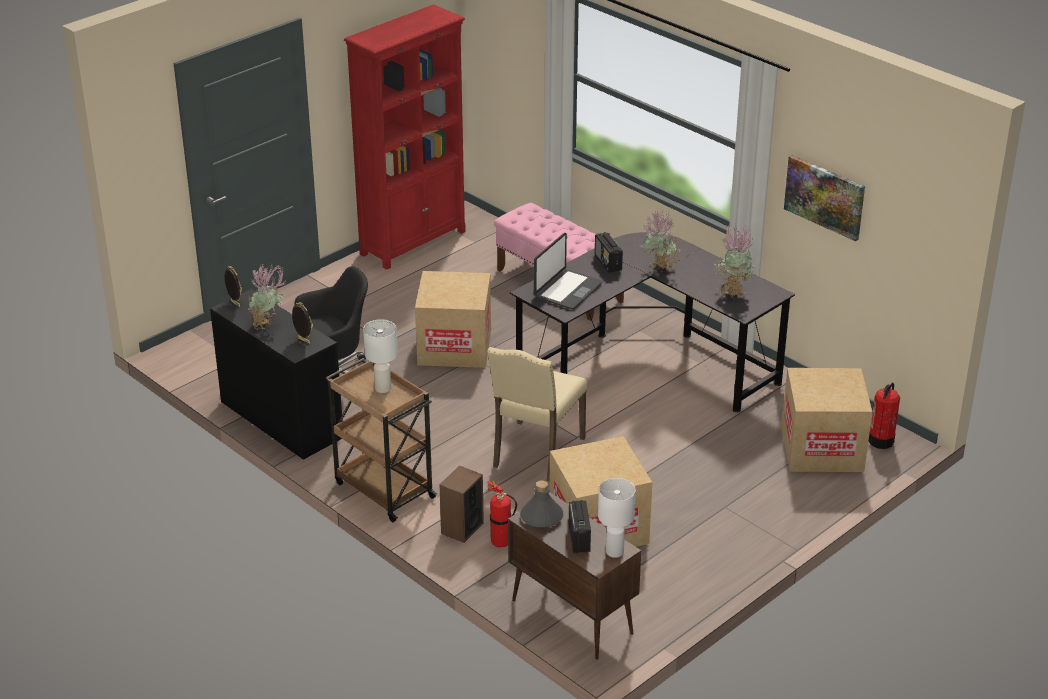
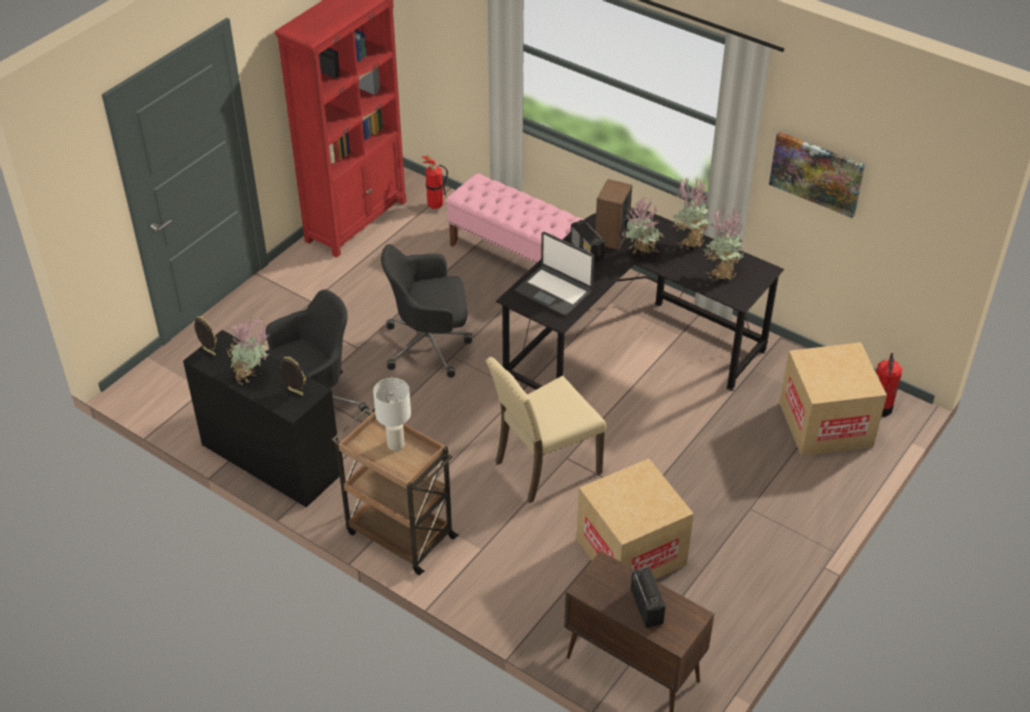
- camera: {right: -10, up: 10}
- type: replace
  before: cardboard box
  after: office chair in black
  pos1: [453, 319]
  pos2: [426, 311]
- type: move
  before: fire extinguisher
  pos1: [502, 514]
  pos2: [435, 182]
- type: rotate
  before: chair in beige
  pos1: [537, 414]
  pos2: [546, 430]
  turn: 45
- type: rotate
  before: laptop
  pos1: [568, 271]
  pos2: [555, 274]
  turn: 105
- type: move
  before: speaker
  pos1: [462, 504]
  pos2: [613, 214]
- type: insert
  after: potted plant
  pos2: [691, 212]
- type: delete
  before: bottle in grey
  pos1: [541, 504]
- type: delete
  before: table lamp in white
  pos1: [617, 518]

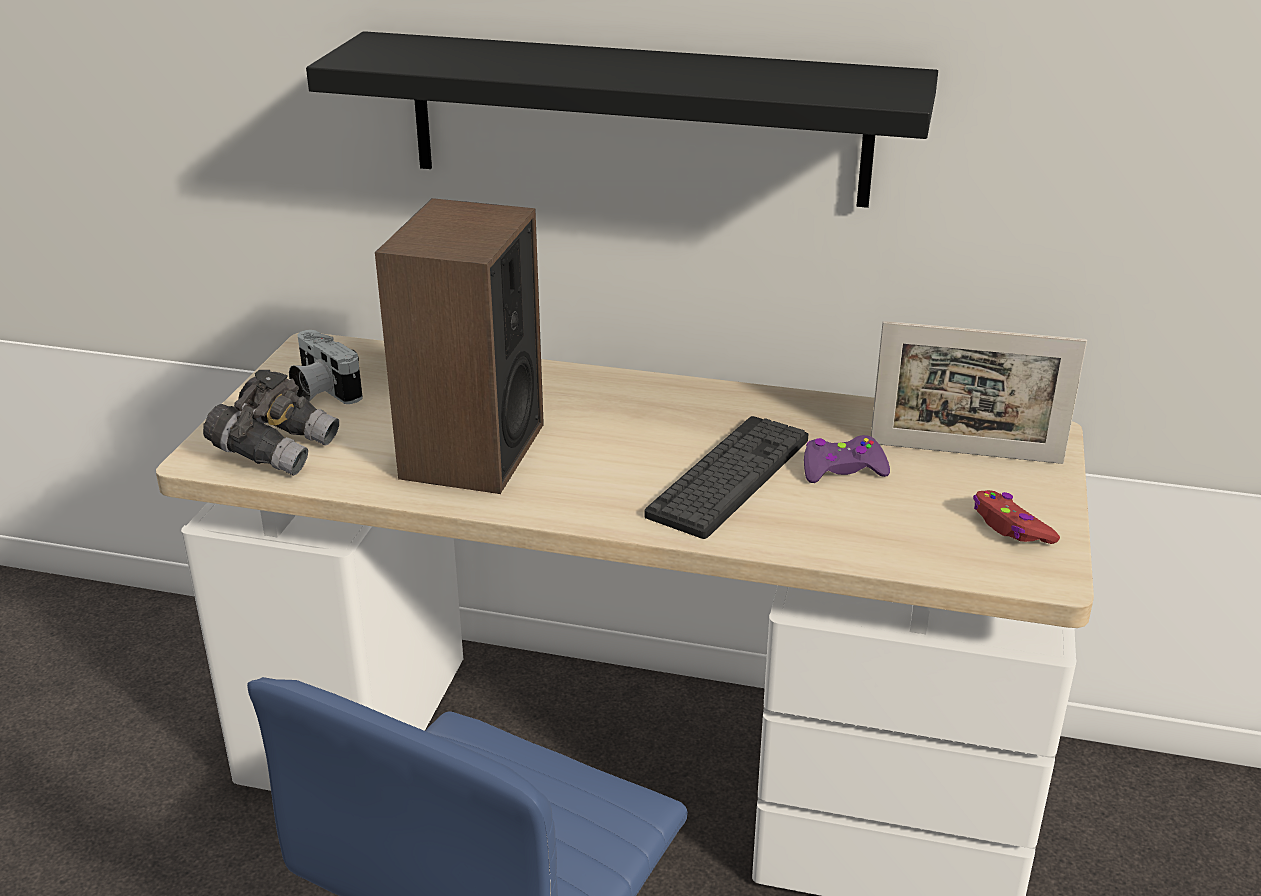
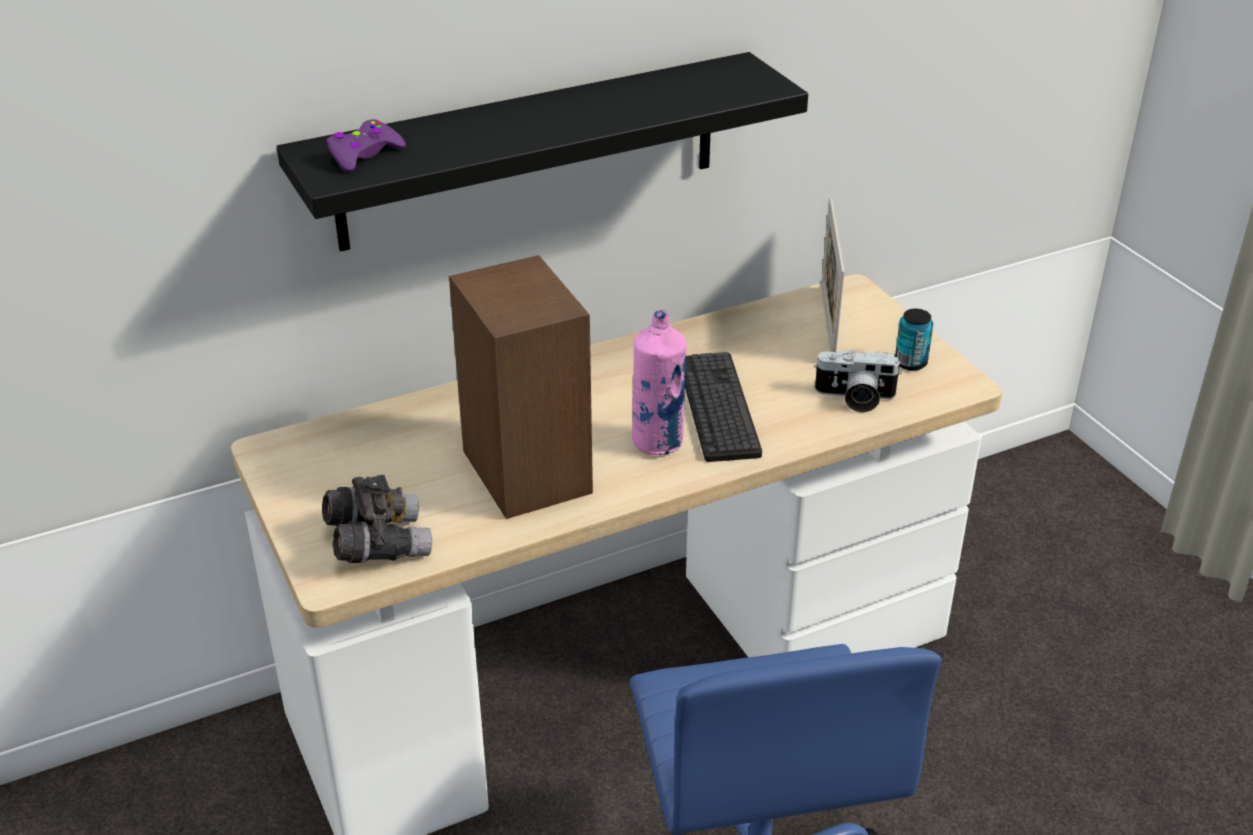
- camera: {right: -40, up: 5}
- type: move
  before: game controller in purple
  pos1: [847, 459]
  pos2: [366, 145]
- type: insert
  after: bottle in pink
  pos2: [659, 382]
- type: move
  before: photo camera
  pos1: [326, 367]
  pos2: [858, 381]
- type: rotate
  before: picture frame
  pos1: [979, 392]
  pos2: [833, 275]
  turn: 120
- type: replace
  before: game controller in red
  after: can
  pos1: [1016, 517]
  pos2: [914, 340]

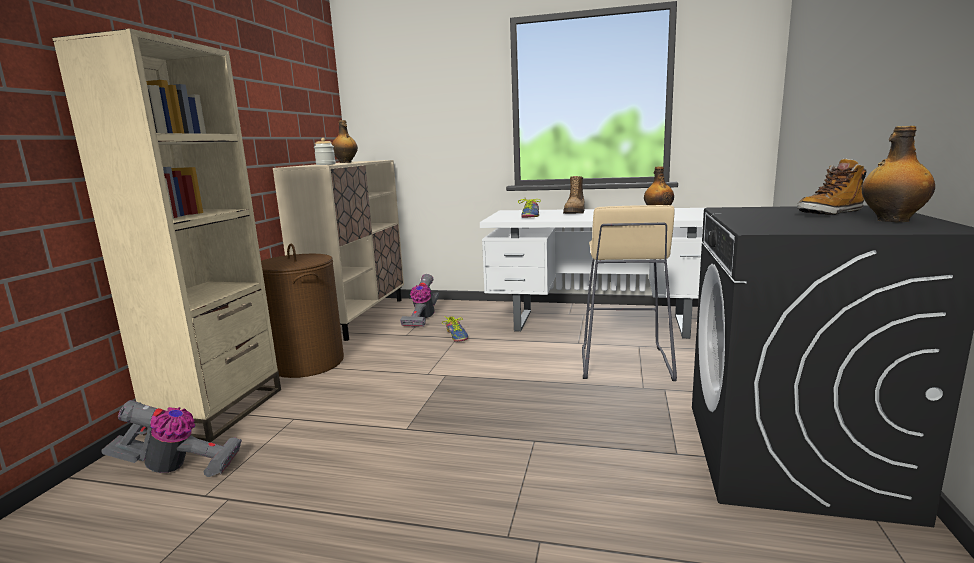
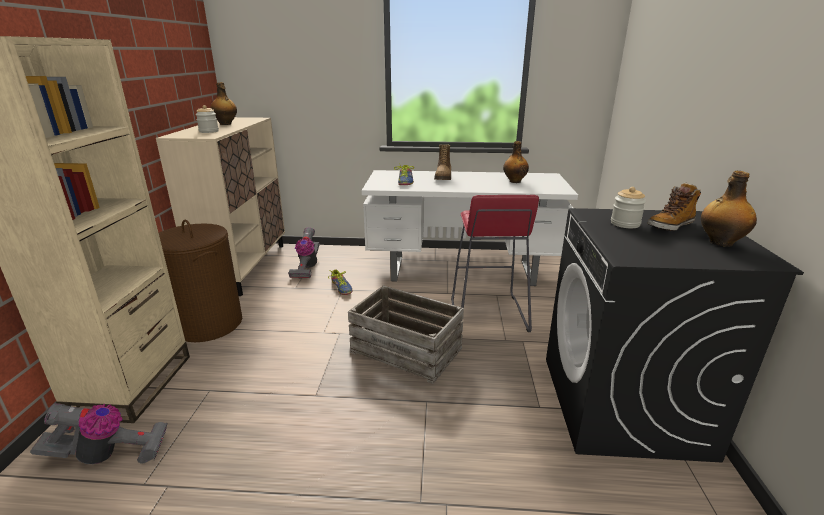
- camera: {right: -10, up: 10}
- type: insert
  after: crate
  pos2: [406, 334]
- type: recolor
  before: stool in beige
  after: stool in red
  pos1: [629, 293]
  pos2: [495, 263]
- type: insert
  after: jar
  pos2: [628, 207]

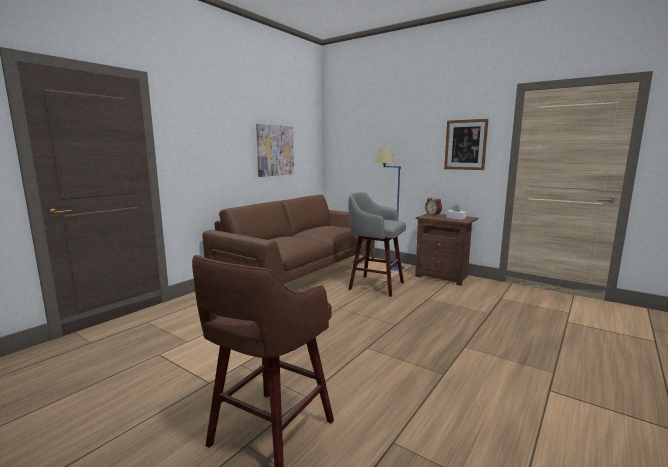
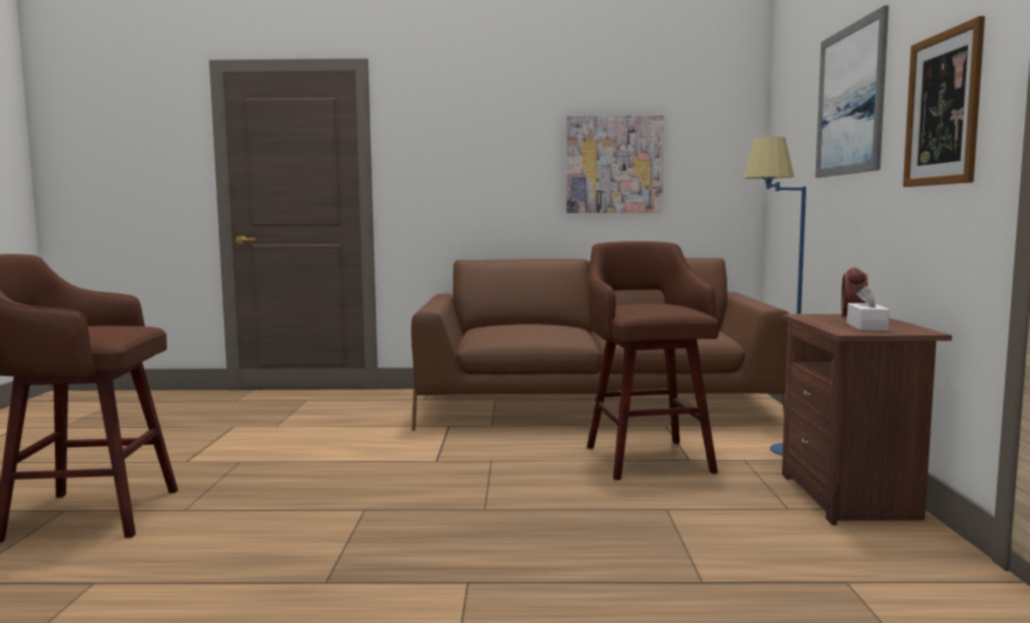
- camera: {right: 55, up: -5}
- type: recolor
  before: stool in grey
  after: stool in brown
  pos1: [377, 244]
  pos2: [653, 360]
- type: insert
  after: picture
  pos2: [852, 91]

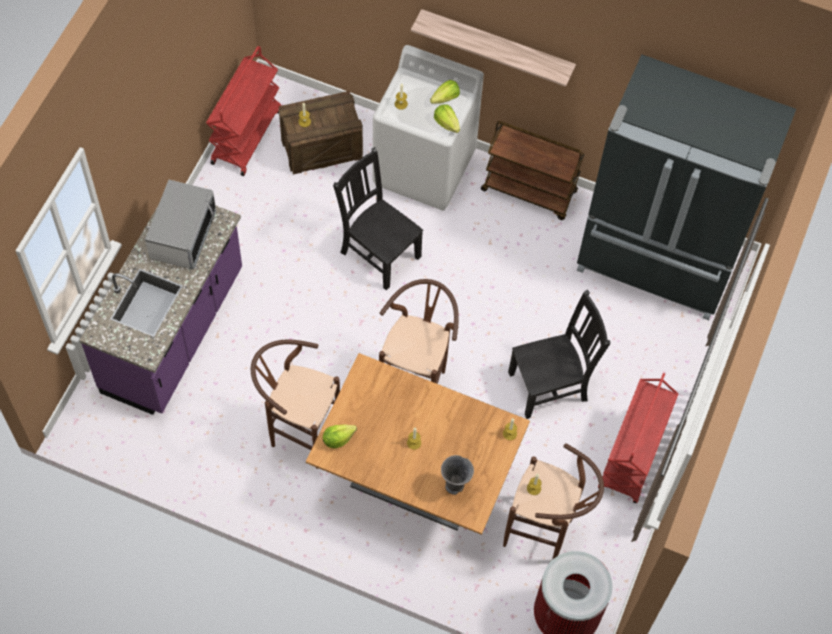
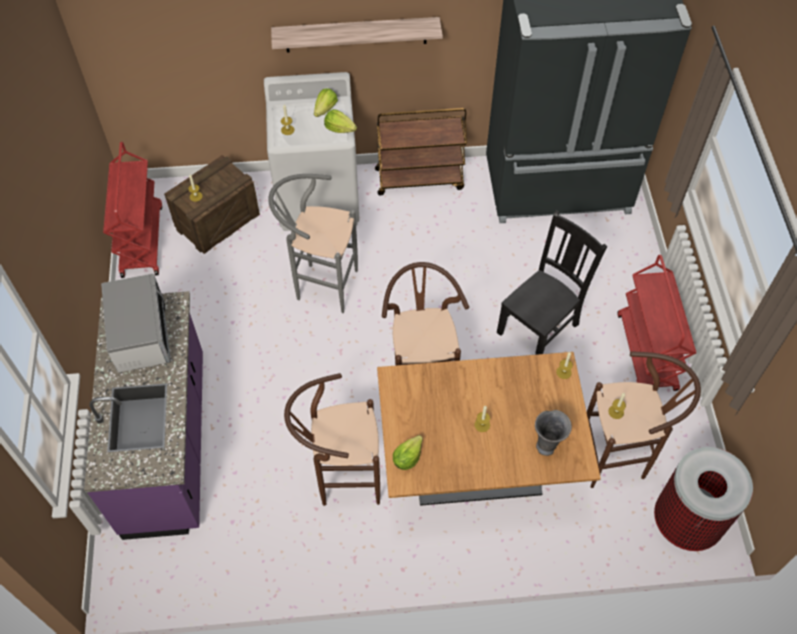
- camera: {right: -25, up: -5}
- type: replace
  before: chair in black
  after: stool in grey
  pos1: [378, 218]
  pos2: [313, 243]

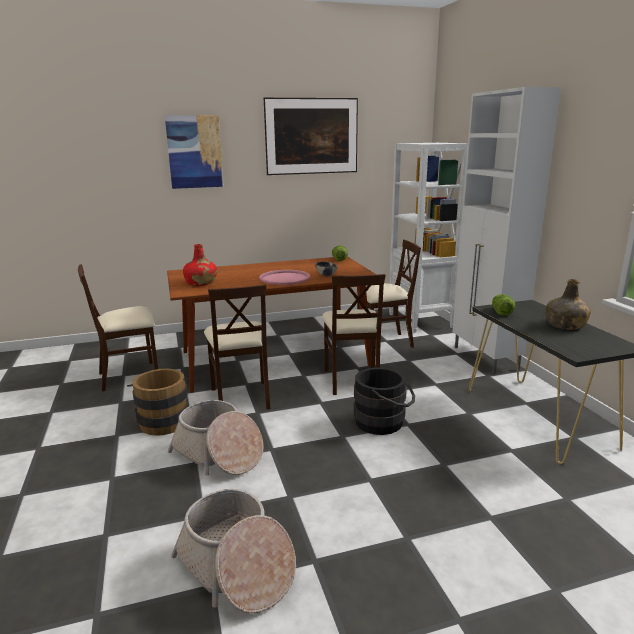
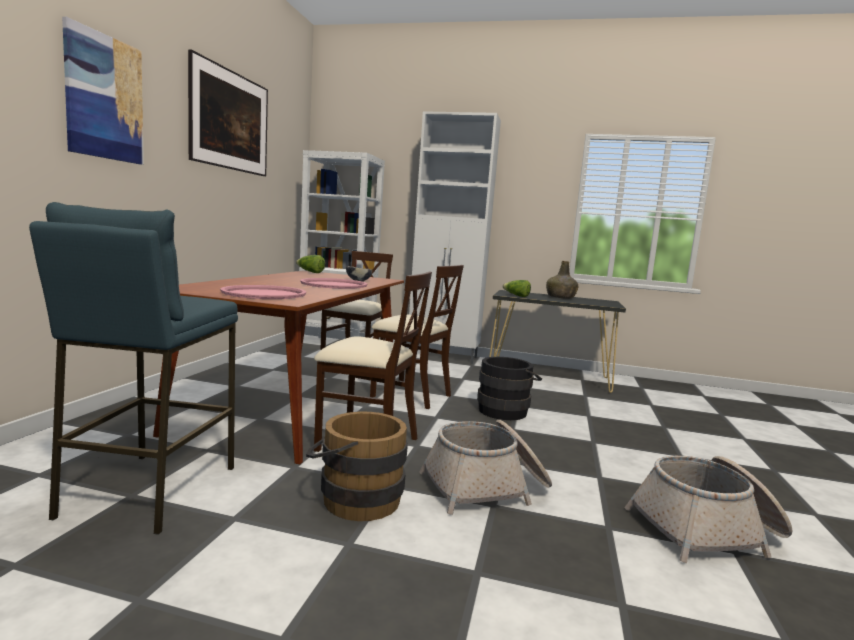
- camera: {right: -60, up: -10}
- type: replace
  before: chair in beige
  after: stool in blue
  pos1: [118, 327]
  pos2: [133, 368]
- type: replace
  before: bottle in red
  after: tray in pink
  pos1: [200, 265]
  pos2: [263, 292]

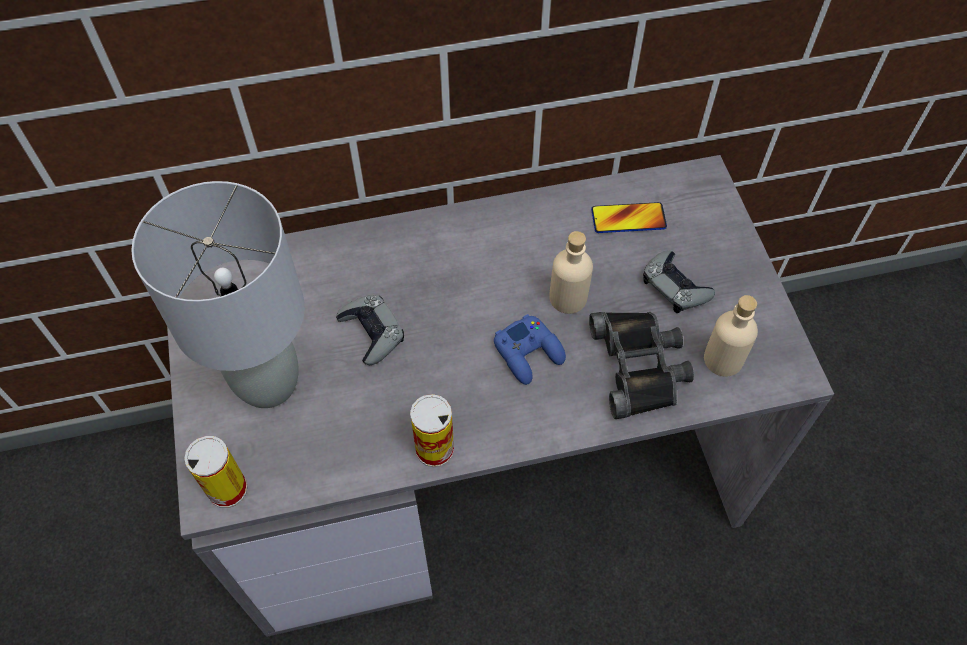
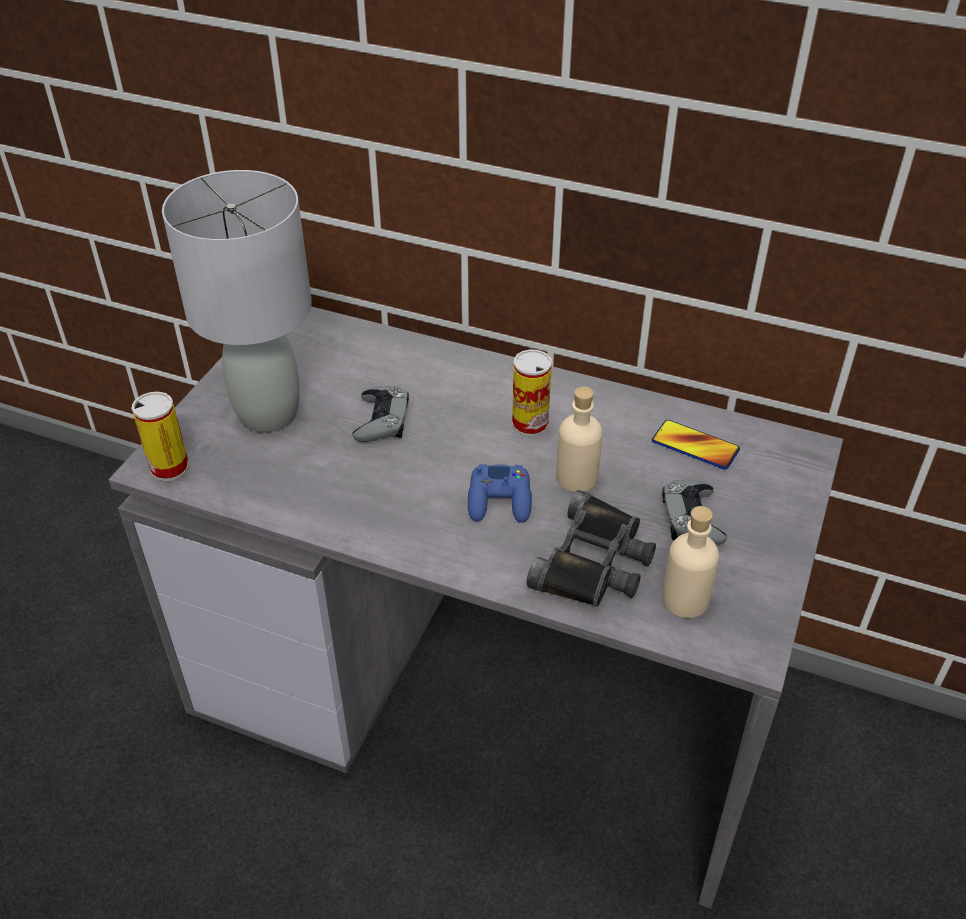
- camera: {right: 35, up: -15}
- type: move
  before: can
  pos1: [432, 430]
  pos2: [532, 392]

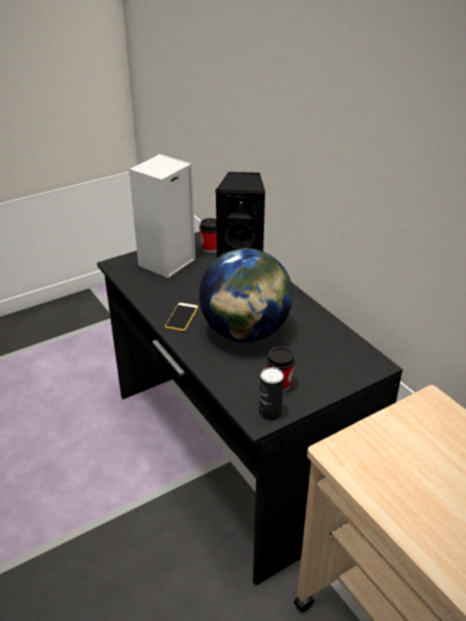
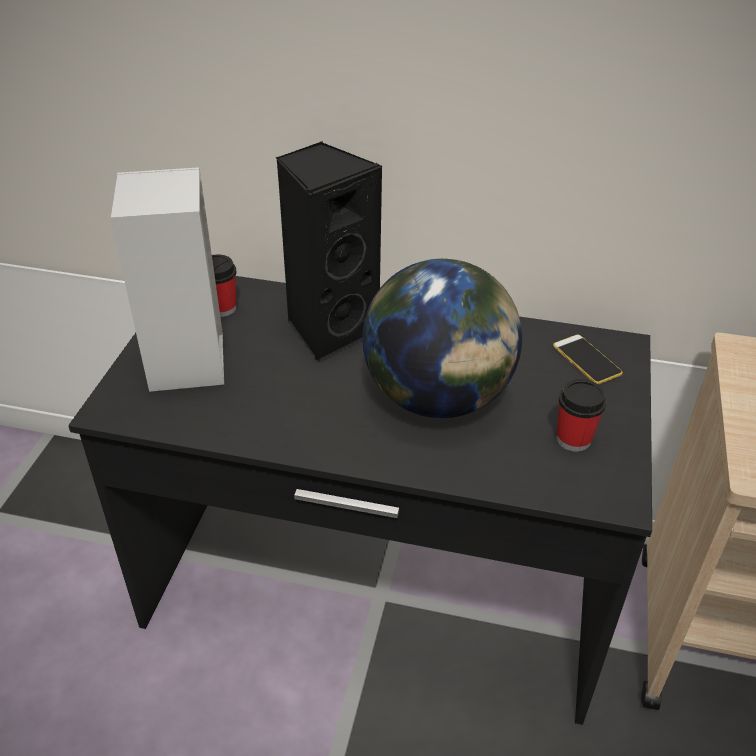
- camera: {right: -45, up: 5}
- type: move
  before: phone
  pos1: [181, 317]
  pos2: [588, 360]
- type: delete
  before: can
  pos1: [271, 394]

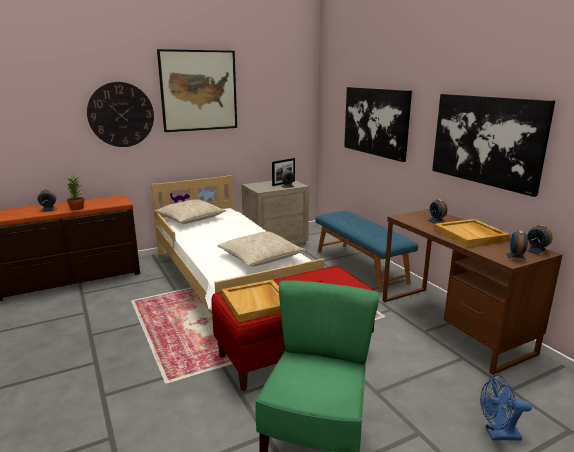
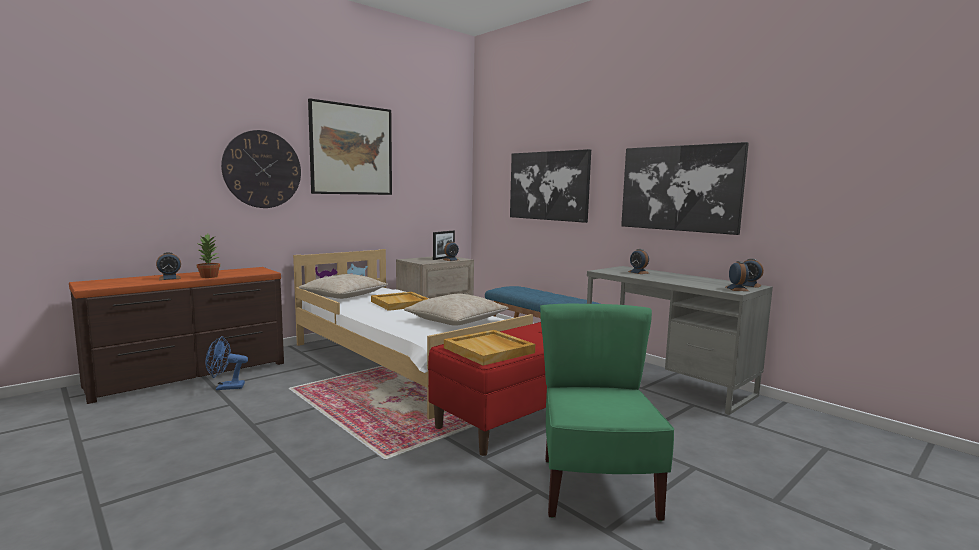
- camera: {right: -15, up: -10}
- type: move
  before: fan in blue
  pos1: [506, 407]
  pos2: [227, 363]
- type: move
  before: tray in beige
  pos1: [472, 233]
  pos2: [400, 301]
- type: recolor
  before: desk in brown
  after: desk in grey
  pos1: [472, 292]
  pos2: [680, 340]

